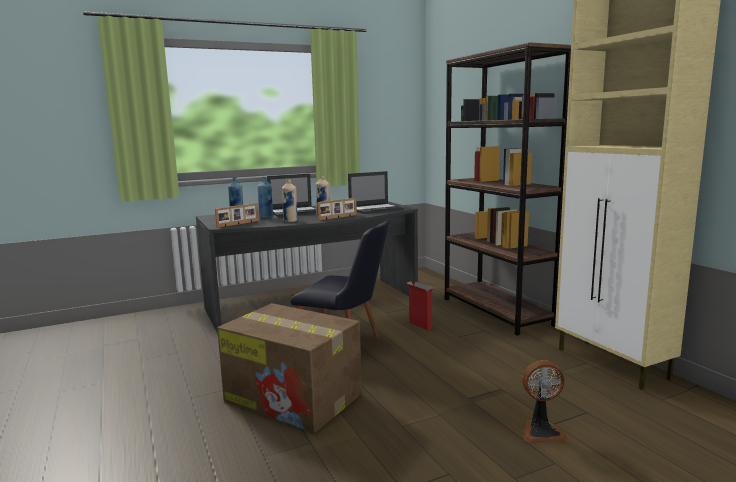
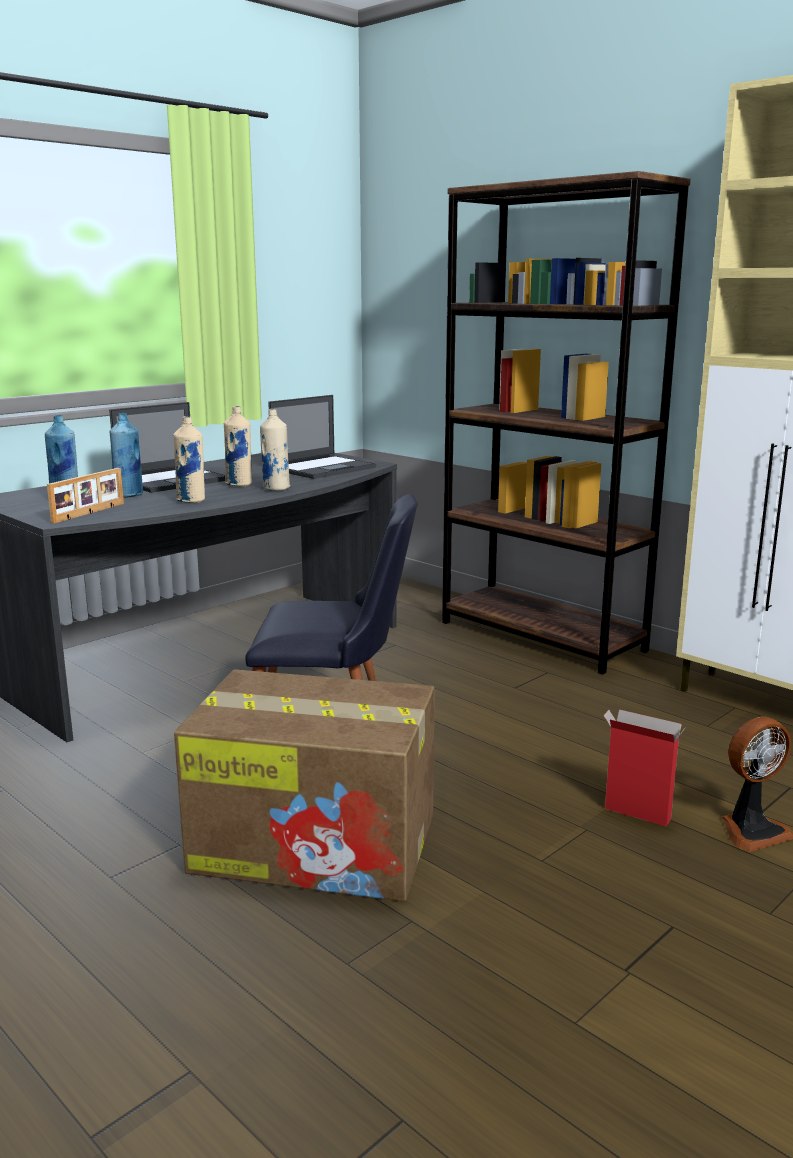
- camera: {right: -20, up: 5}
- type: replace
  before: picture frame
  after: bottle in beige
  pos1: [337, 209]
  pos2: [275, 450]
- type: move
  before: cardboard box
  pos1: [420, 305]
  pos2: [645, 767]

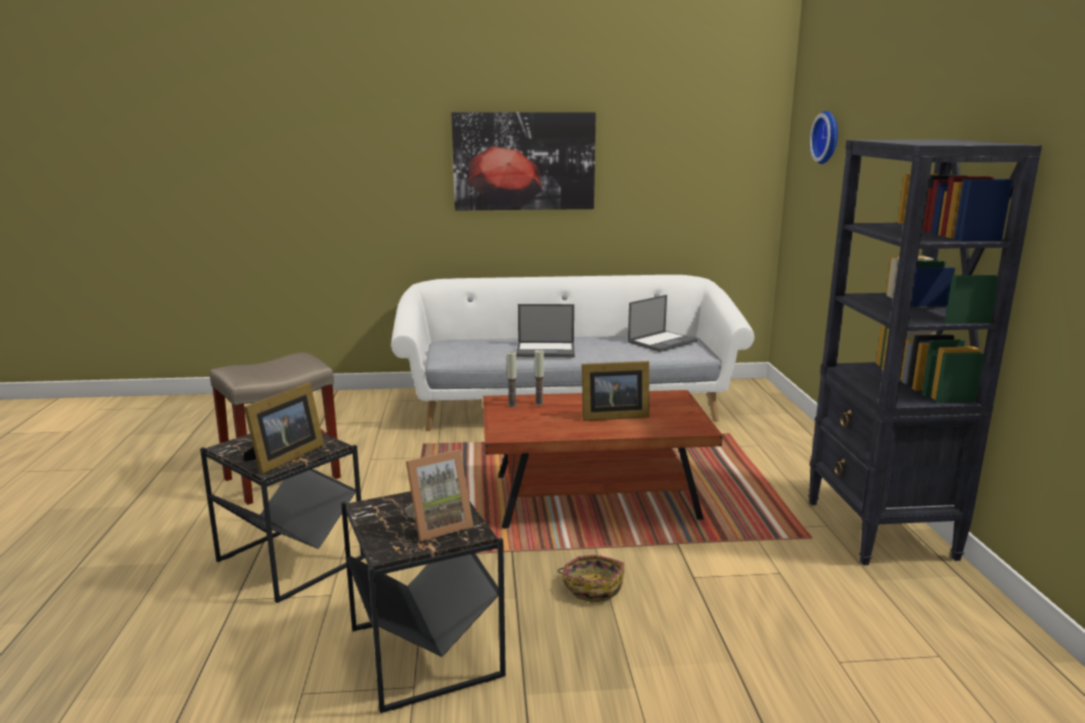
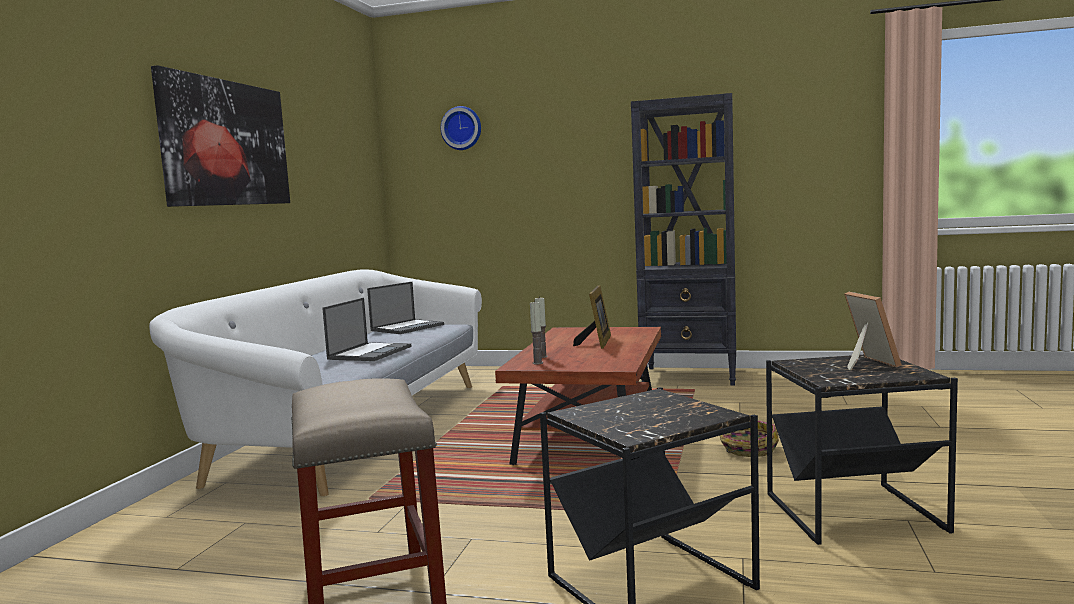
- camera: {right: -70, up: -10}
- type: rotate
  before: laptop
  pos1: [662, 323]
  pos2: [405, 308]
  turn: 60
- type: delete
  before: picture frame
  pos1: [284, 428]

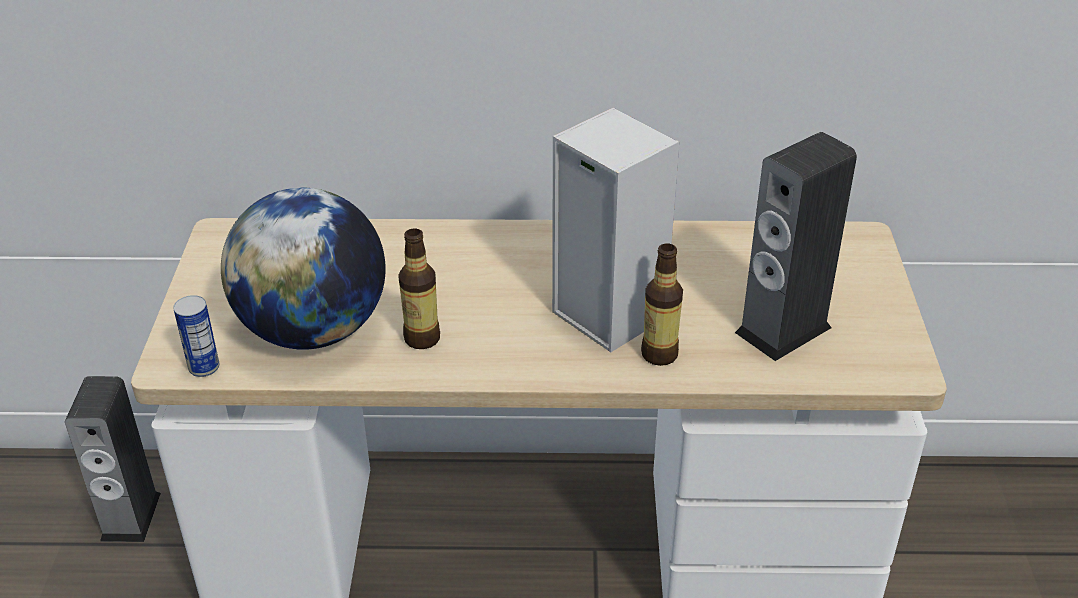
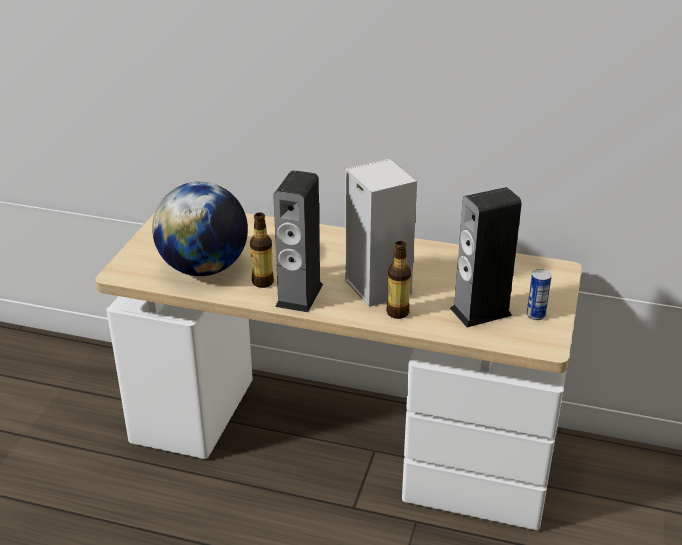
- camera: {right: 15, up: -5}
- type: move
  before: speaker
  pos1: [113, 459]
  pos2: [298, 241]
- type: move
  before: can
  pos1: [196, 336]
  pos2: [539, 294]

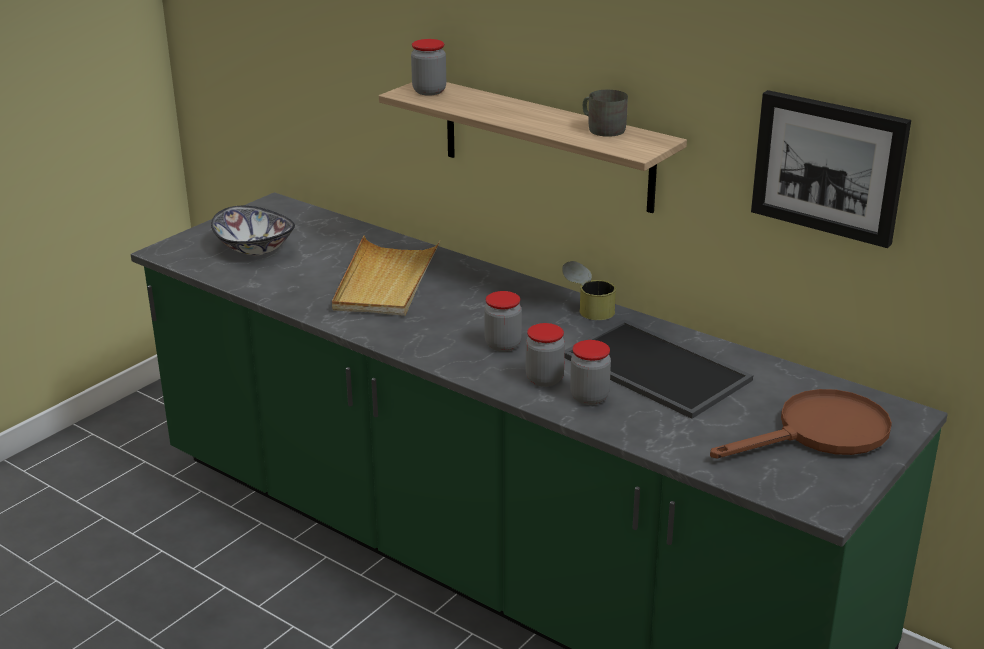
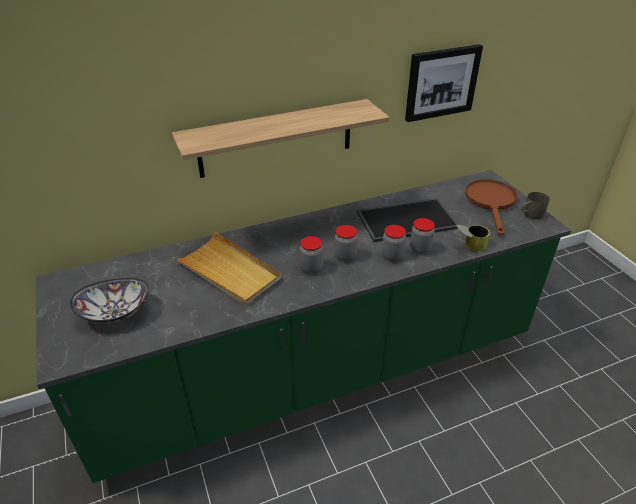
- camera: {right: -60, up: 10}
- type: move
  before: jar
  pos1: [428, 67]
  pos2: [311, 255]
- type: move
  before: can
  pos1: [589, 290]
  pos2: [473, 237]
- type: move
  before: mug in grey
  pos1: [605, 113]
  pos2: [536, 205]

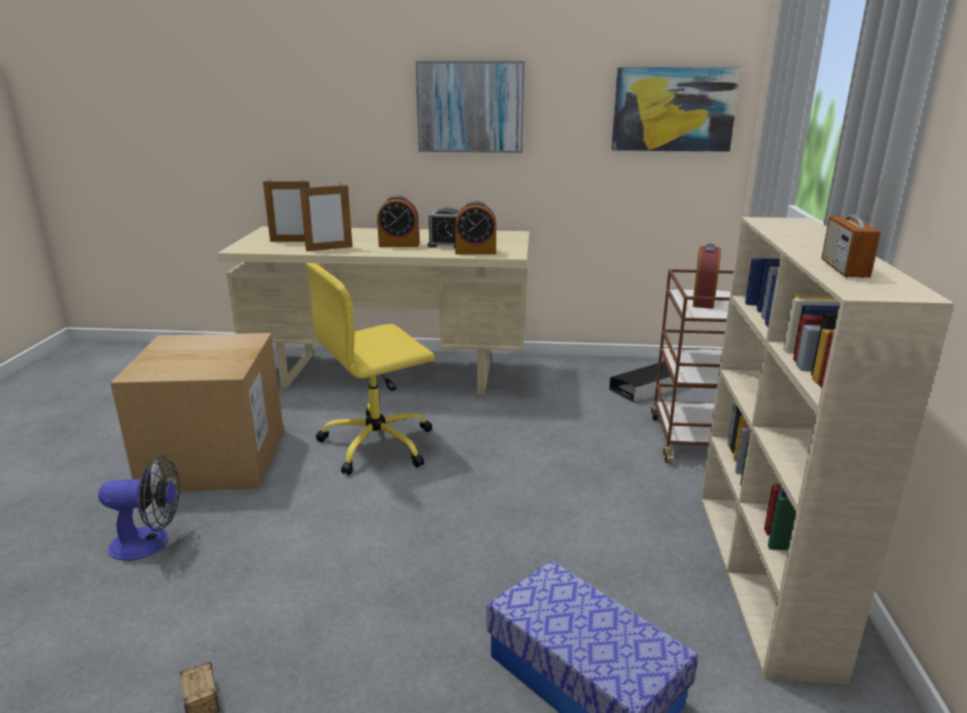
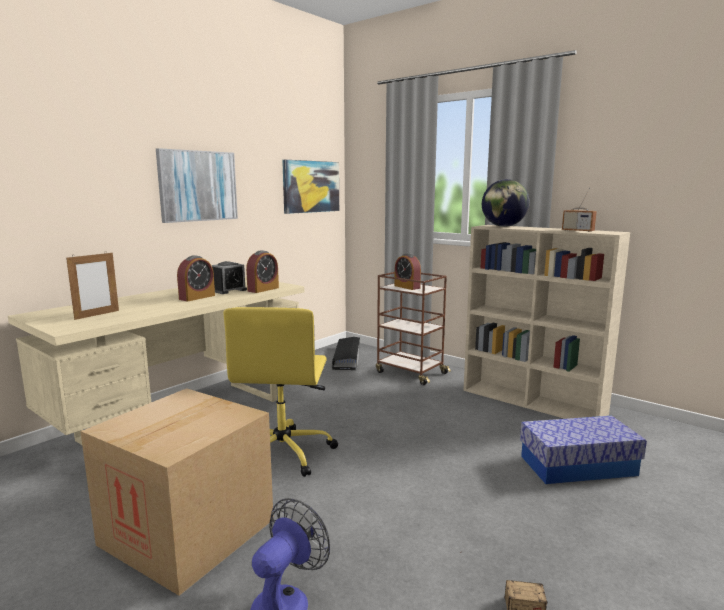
- camera: {right: -55, up: -10}
- type: insert
  after: globe
  pos2: [506, 203]
- type: delete
  before: picture frame
  pos1: [326, 217]

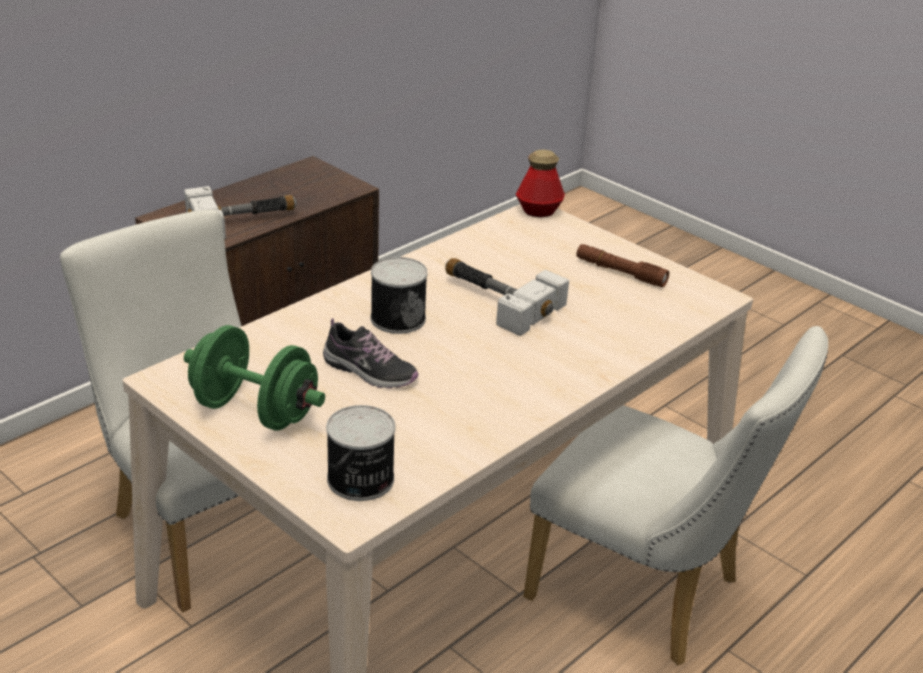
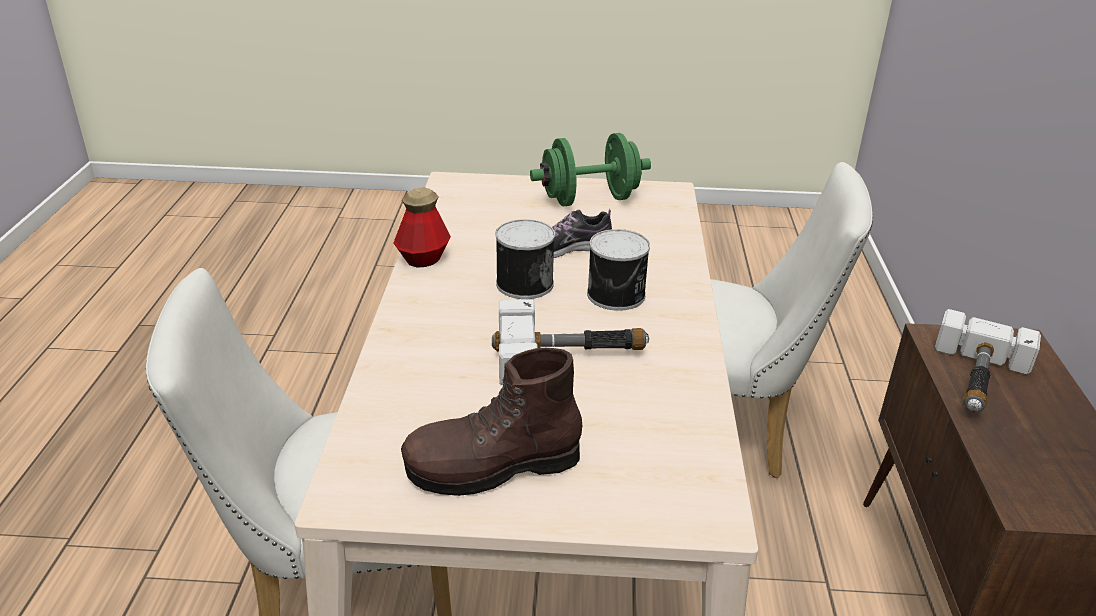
- camera: {right: 140, up: 0}
- type: move
  before: bottle
  pos1: [540, 183]
  pos2: [422, 227]
- type: replace
  before: flashlight in brown
  after: boot in brown
  pos1: [622, 265]
  pos2: [491, 422]
- type: move
  before: can
  pos1: [360, 453]
  pos2: [525, 259]

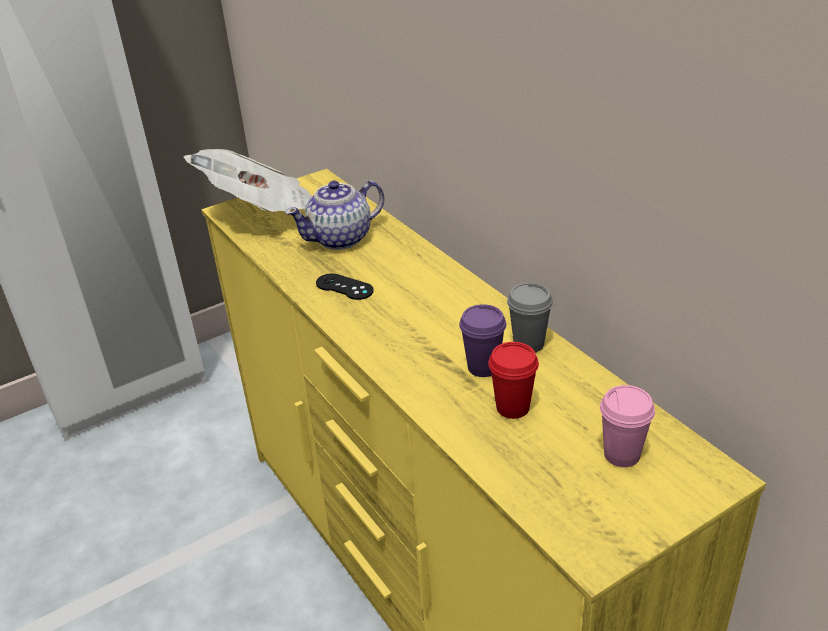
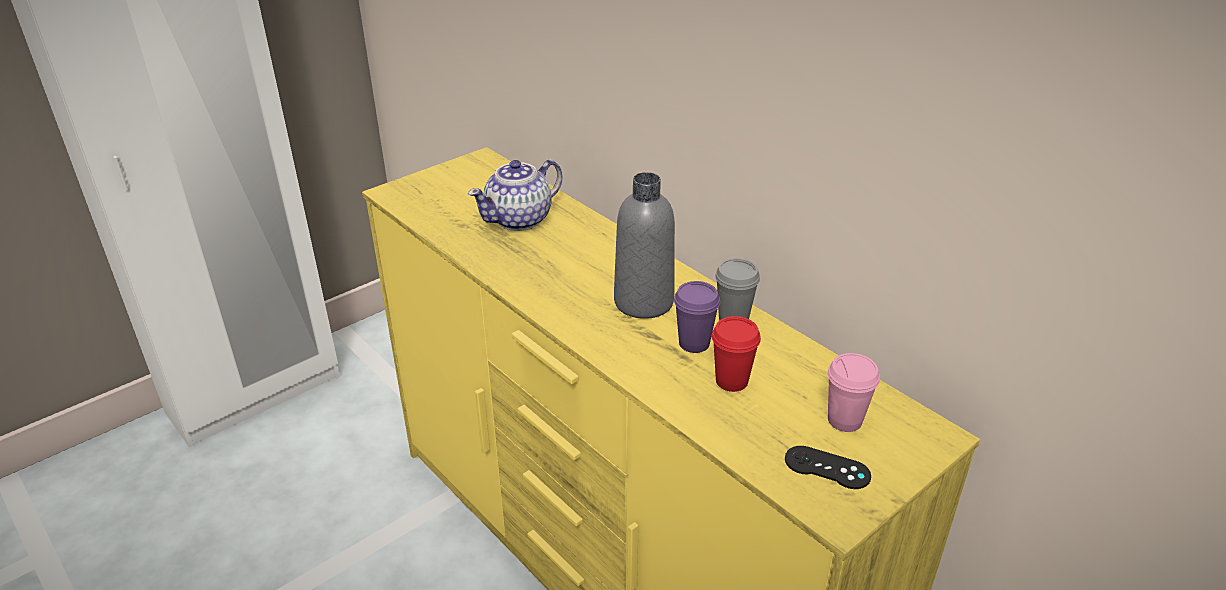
- camera: {right: -10, up: 0}
- type: insert
  after: bottle in grey
  pos2: [644, 245]
- type: move
  before: game controller in black
  pos1: [345, 286]
  pos2: [828, 467]
- type: delete
  before: newspaper
  pos1: [248, 180]

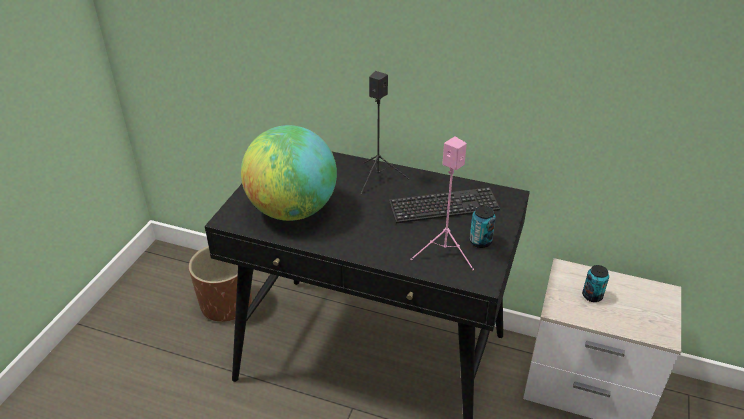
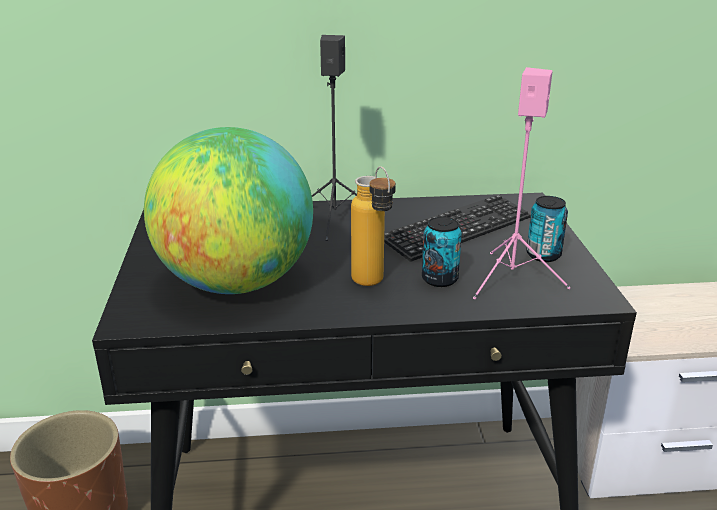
- camera: {right: -25, up: -10}
- type: insert
  after: bottle
  pos2: [373, 226]
- type: move
  before: can
  pos1: [595, 283]
  pos2: [442, 252]

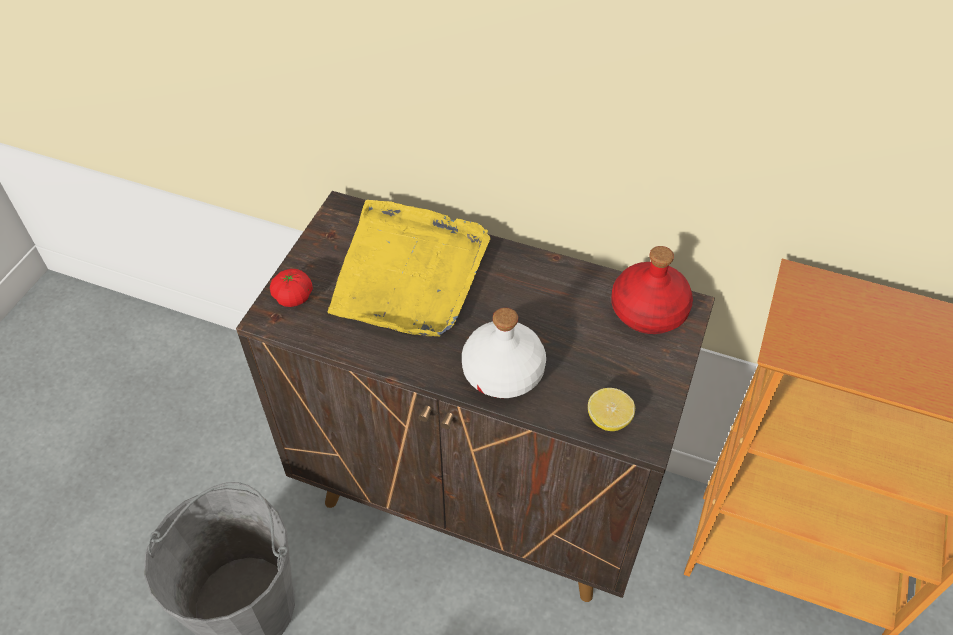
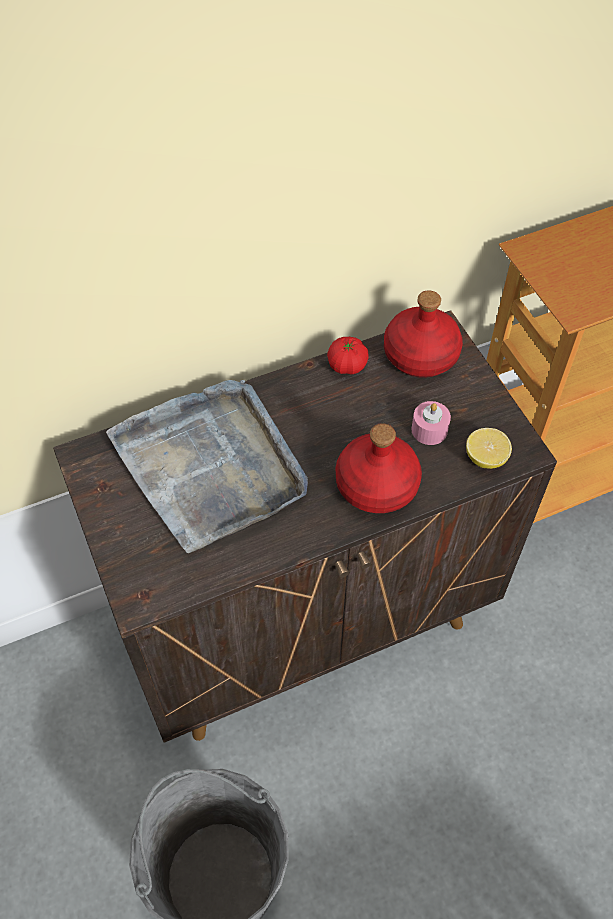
- camera: {right: -45, up: 5}
- type: recolor
  before: tray in yellow
  after: tray in grey
  pos1: [409, 268]
  pos2: [207, 466]
- type: move
  before: tomato
  pos1: [291, 288]
  pos2: [348, 356]
- type: recolor
  before: bottle in white
  after: bottle in red
  pos1: [504, 353]
  pos2: [379, 468]
- type: insert
  after: candle in pink
  pos2: [431, 423]

